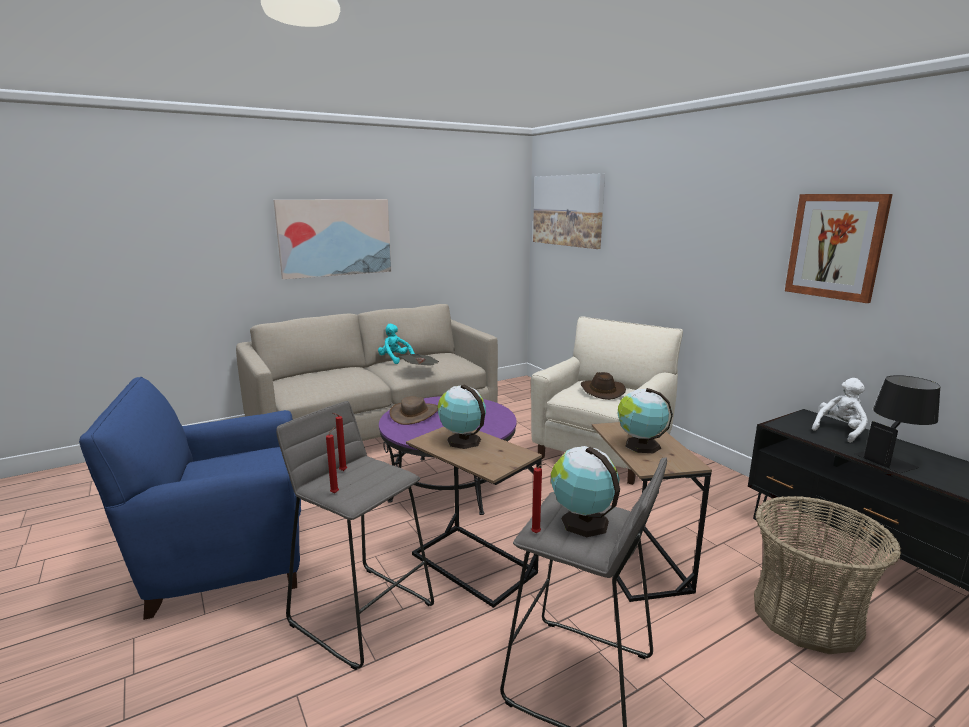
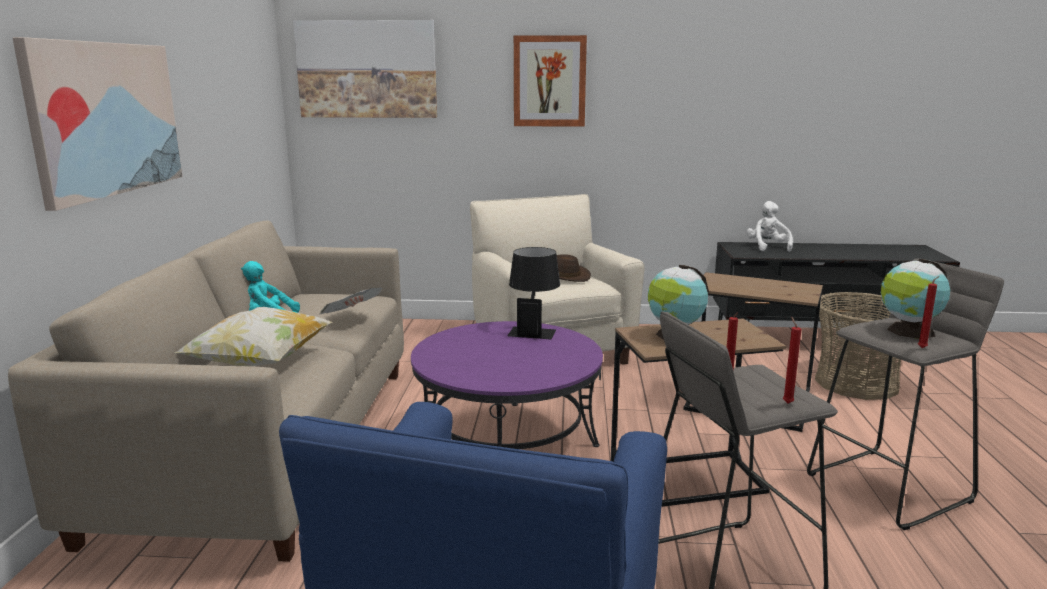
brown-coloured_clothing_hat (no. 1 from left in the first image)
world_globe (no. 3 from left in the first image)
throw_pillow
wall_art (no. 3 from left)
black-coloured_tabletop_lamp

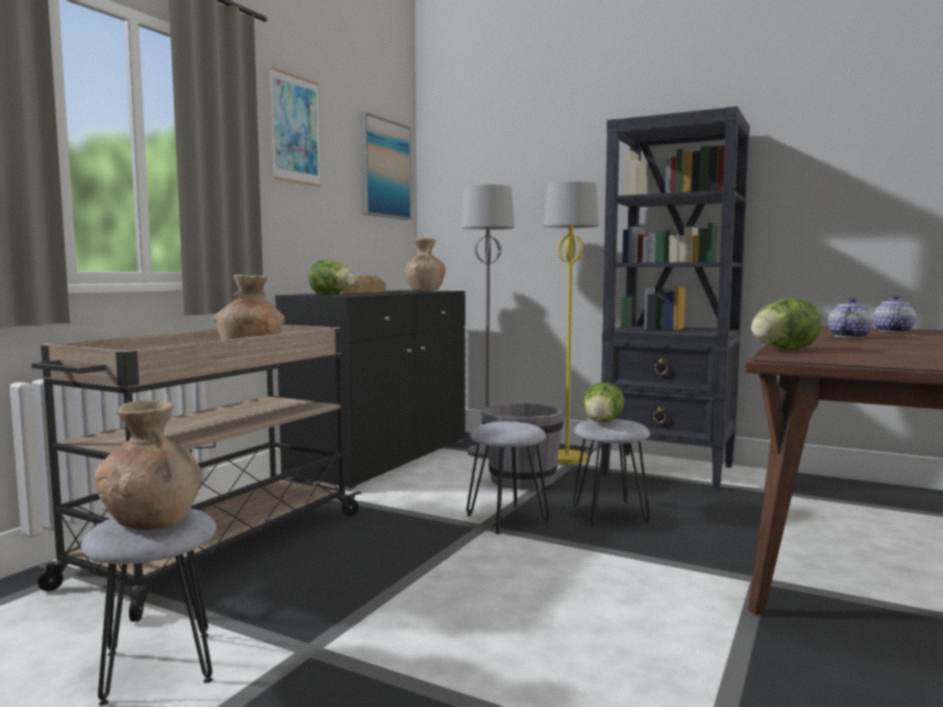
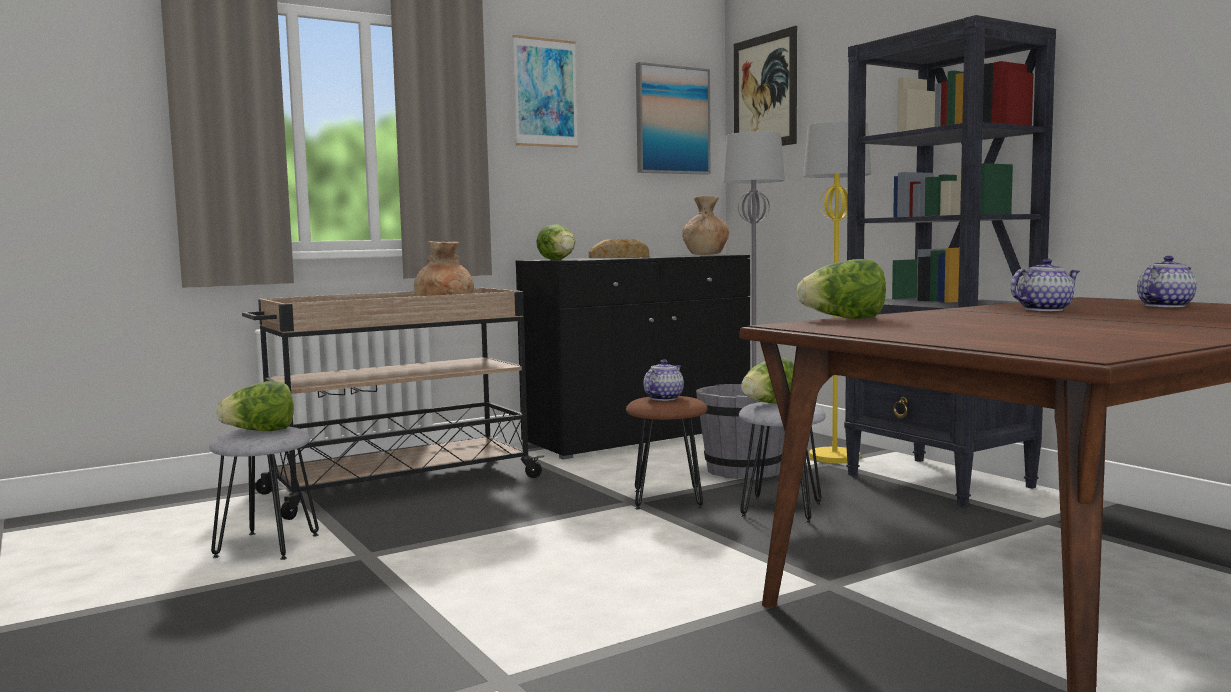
pot_for_tea (no. 1 from left)
wall_art (no. 3 from left)
lettuce_head (no. 1 from left)
brown-coloured_stool_seat

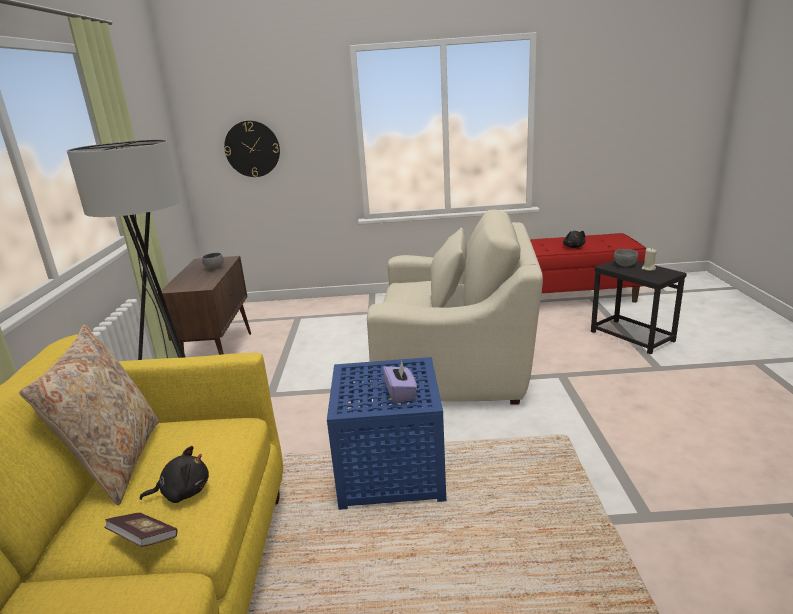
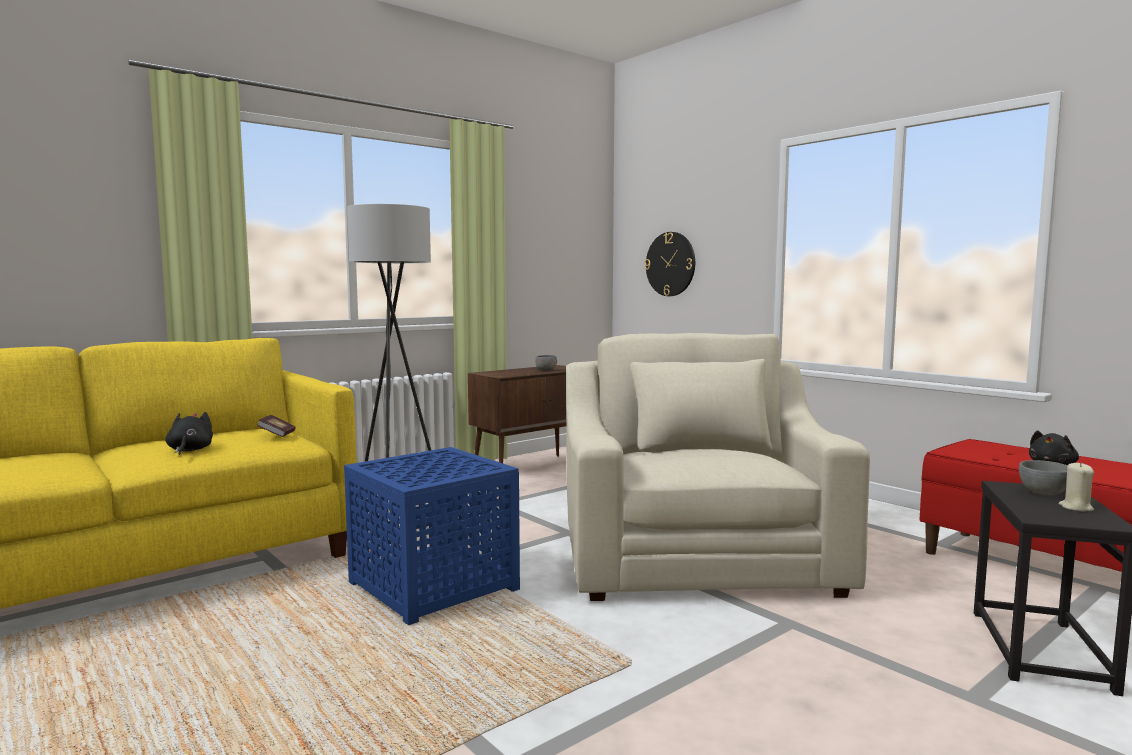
beige-coloured_throw_pillow
purple-coloured_tissue_holder
book
black-coloured_plush_toy (no. 1 from left)
beige-coloured_lounge_chair

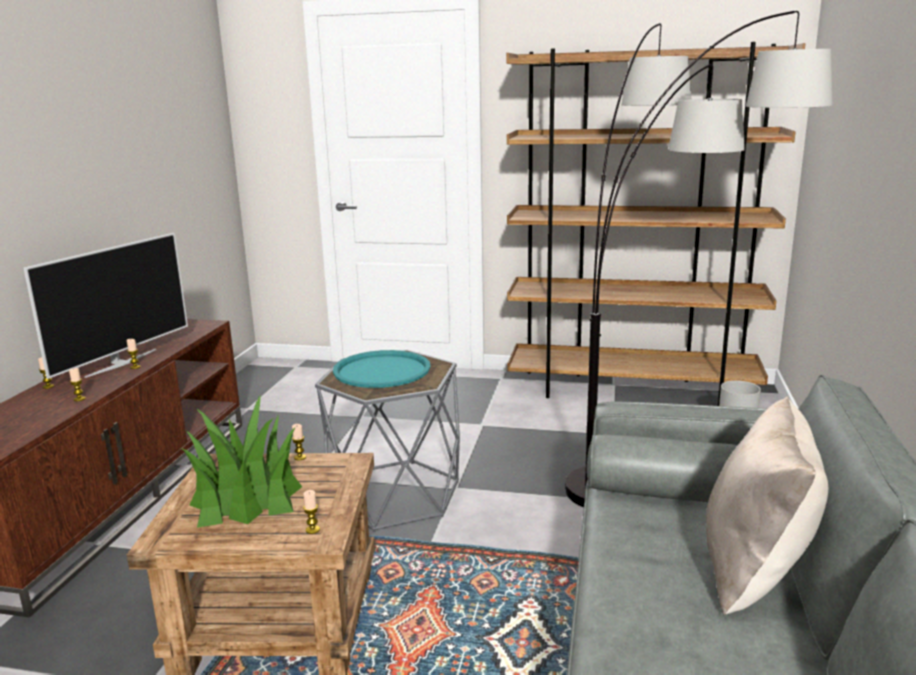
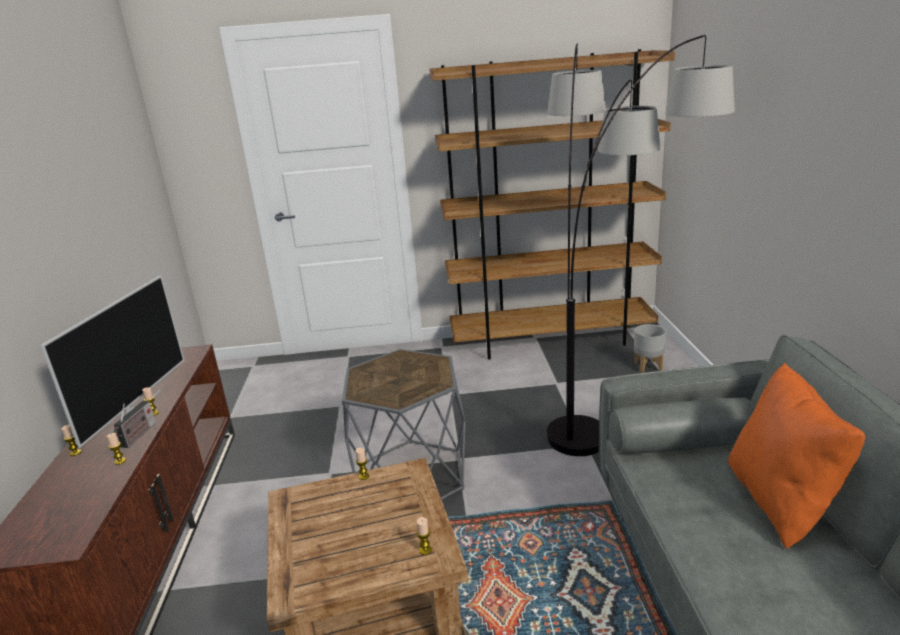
potted_plant
turquoise_tray
radio_receiver
orangey_throw_pillow

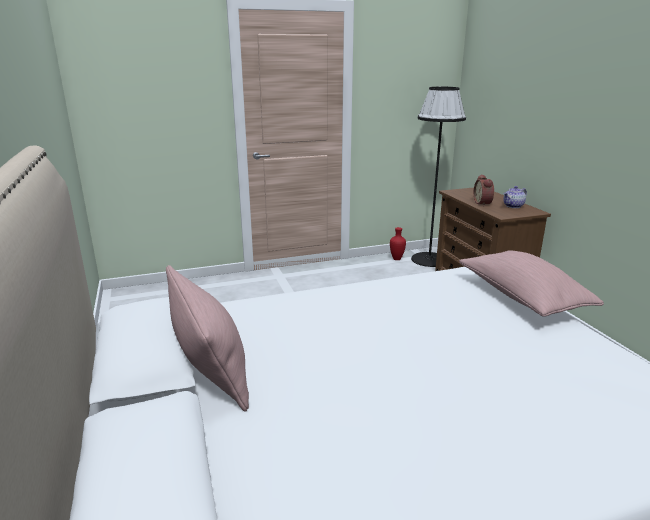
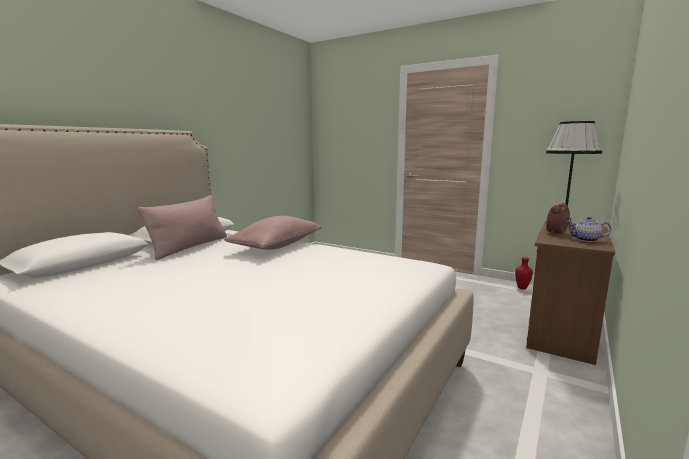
pinkish_throw_pillow (no. 2 from left)

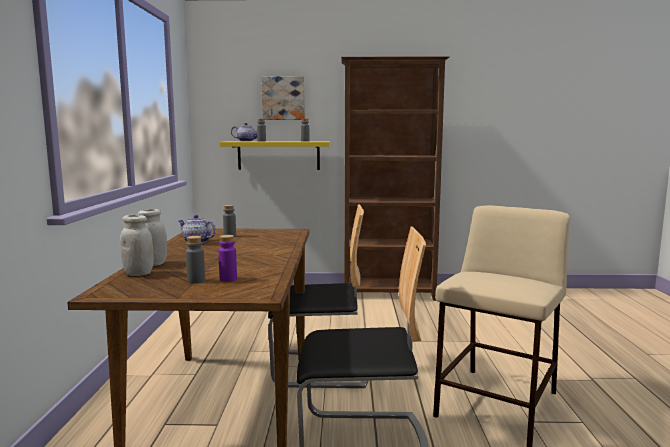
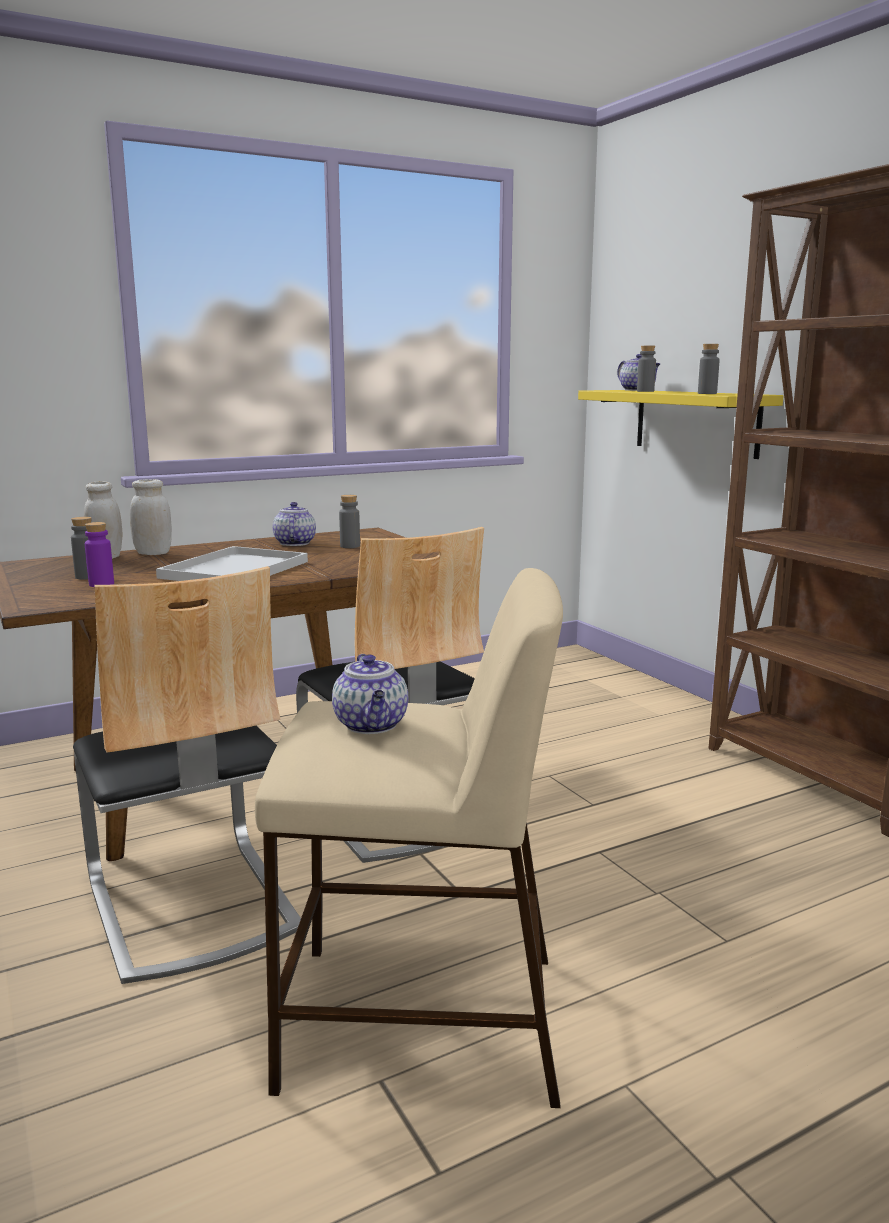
wall_art
white_tray
pot_for_tea (no. 2 from left)

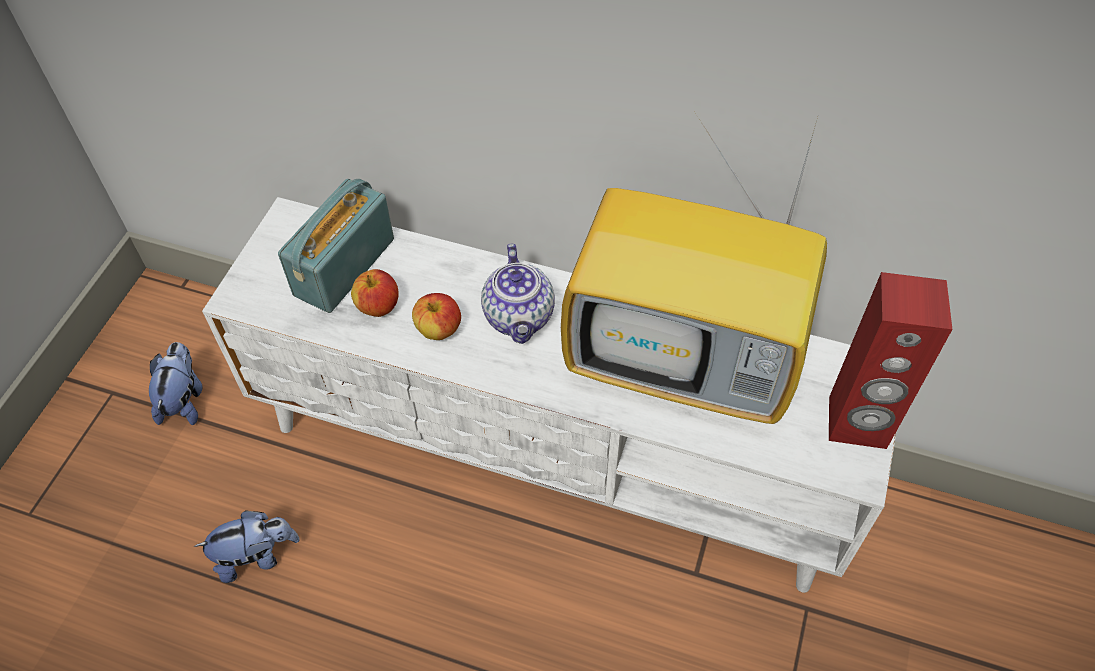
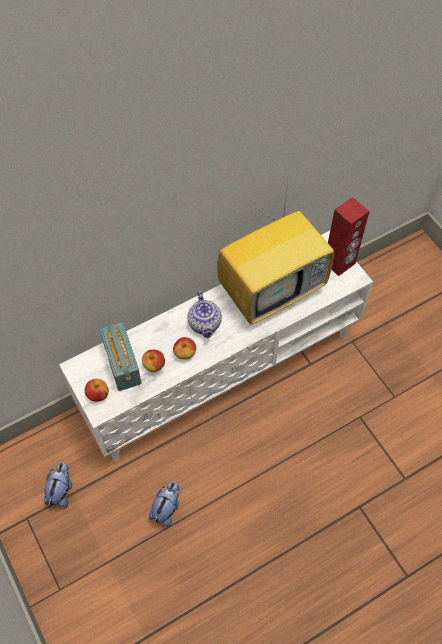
apple_fruit (no. 1 from left)
plush_toy (no. 1 from left)
pot_for_tea

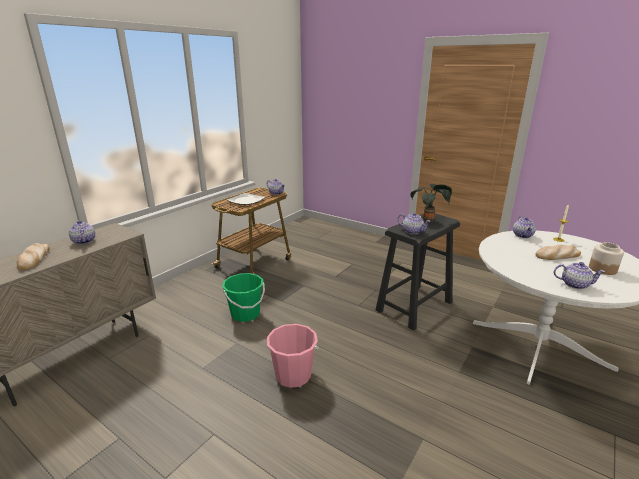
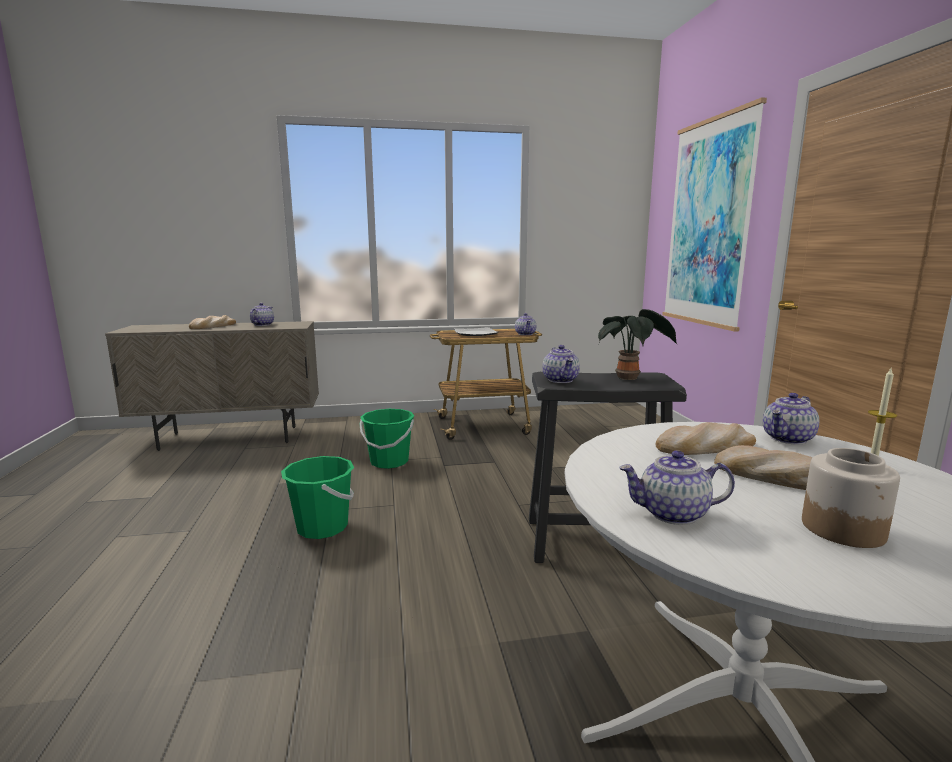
bakery_bread (no. 2 from left)
wall_art
green-coloured_bucket (no. 1 from left)
pot_for_tea (no. 4 from left)

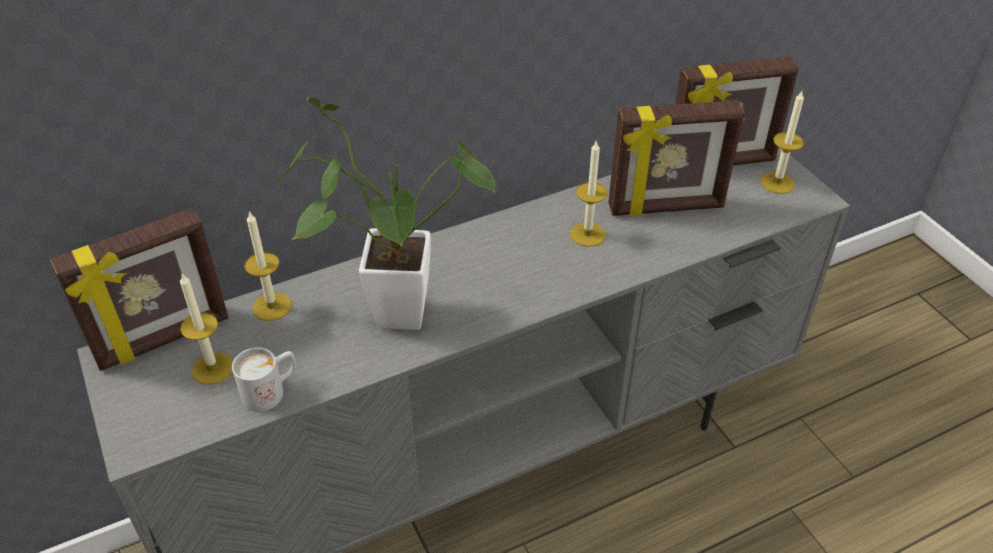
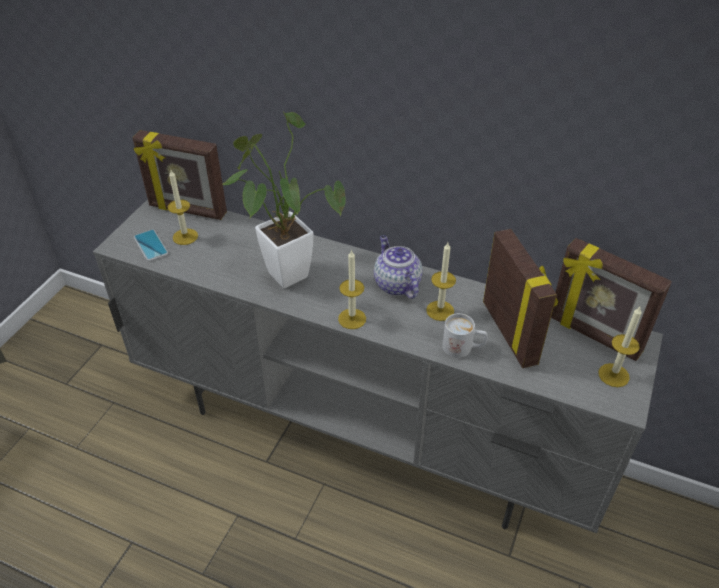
telephone
pot_for_tea
white_mug
candle (no. 2 from left)
picture_frame (no. 2 from left)

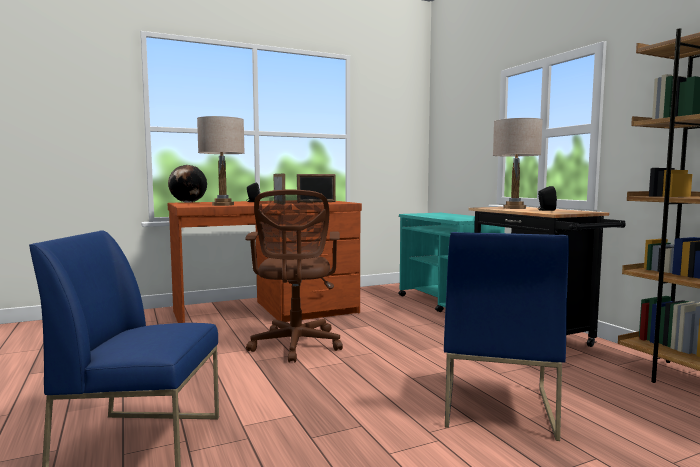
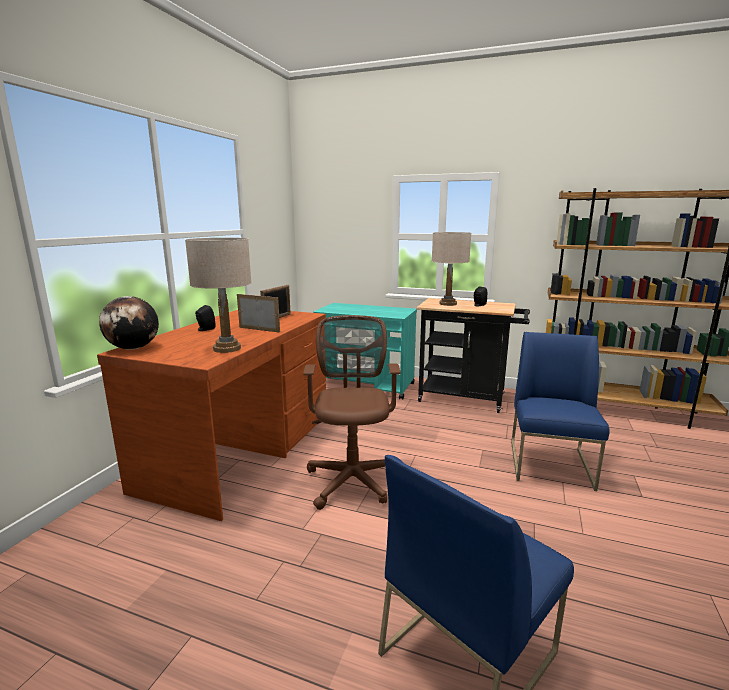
brown-coloured_office_chair
bluish_upright_chair (no. 2 from left)

